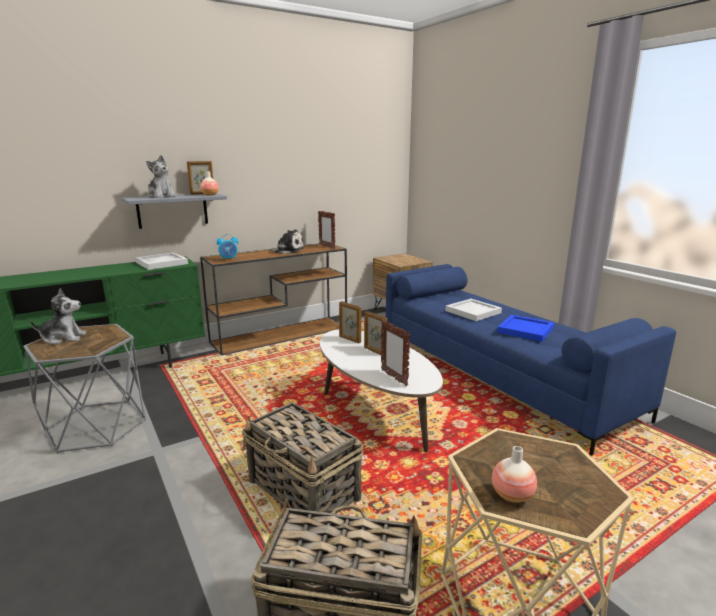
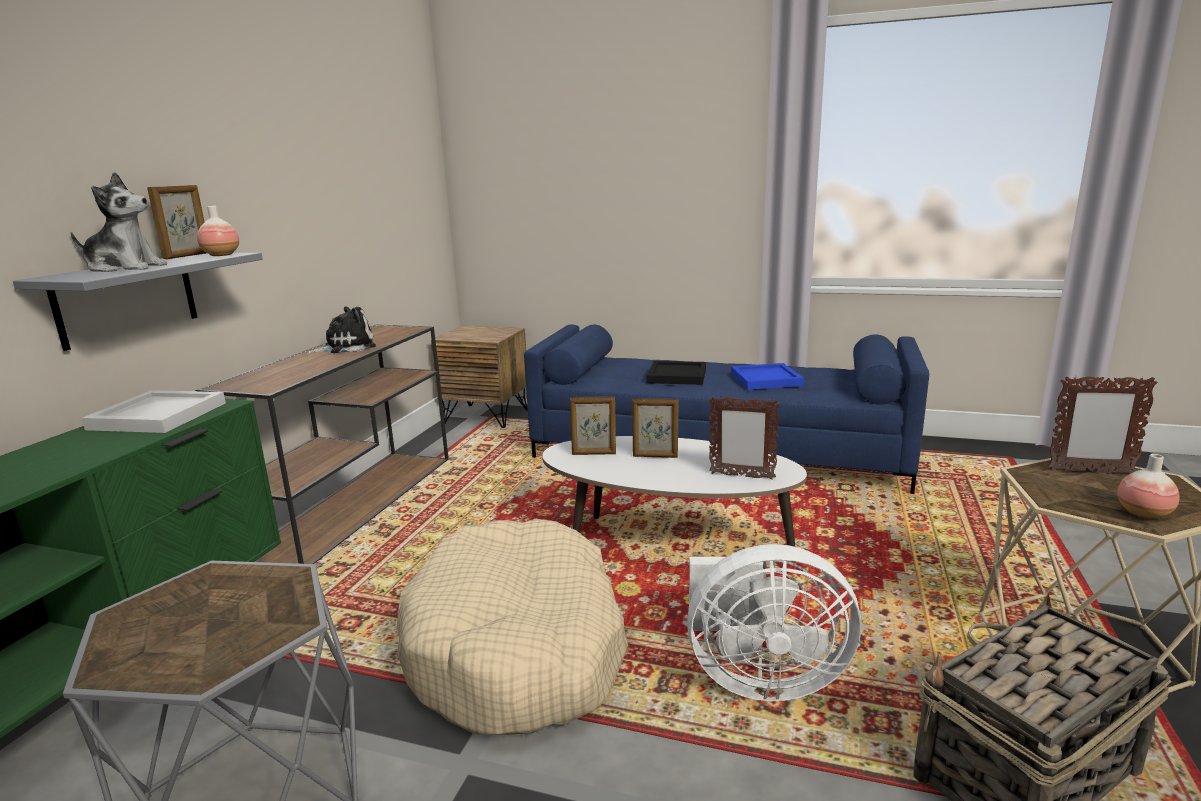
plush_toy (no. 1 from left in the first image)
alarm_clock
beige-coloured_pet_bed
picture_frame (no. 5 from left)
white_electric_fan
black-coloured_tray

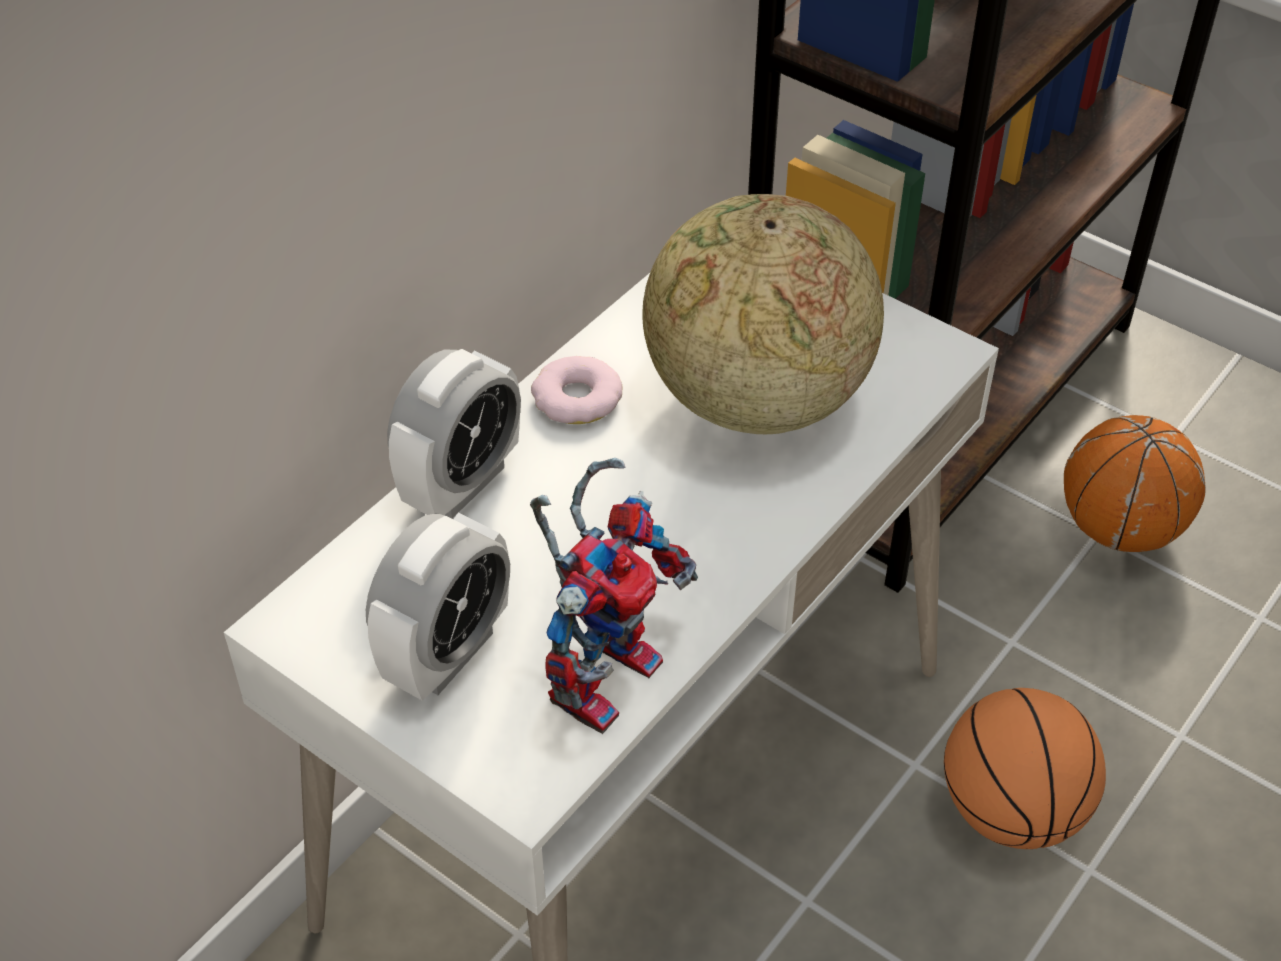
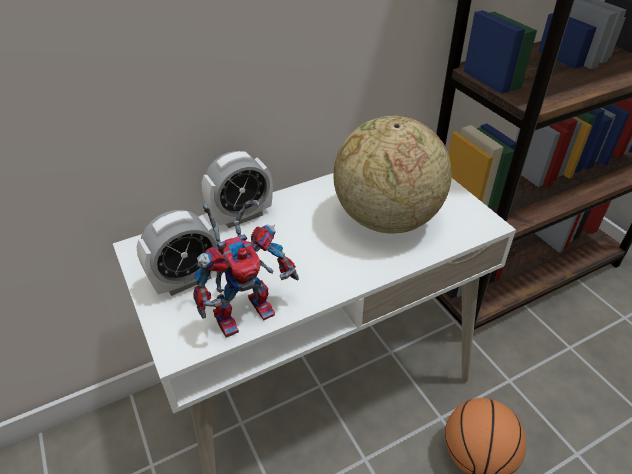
ring_doughnut
ball_for_basketball (no. 2 from left in the first image)

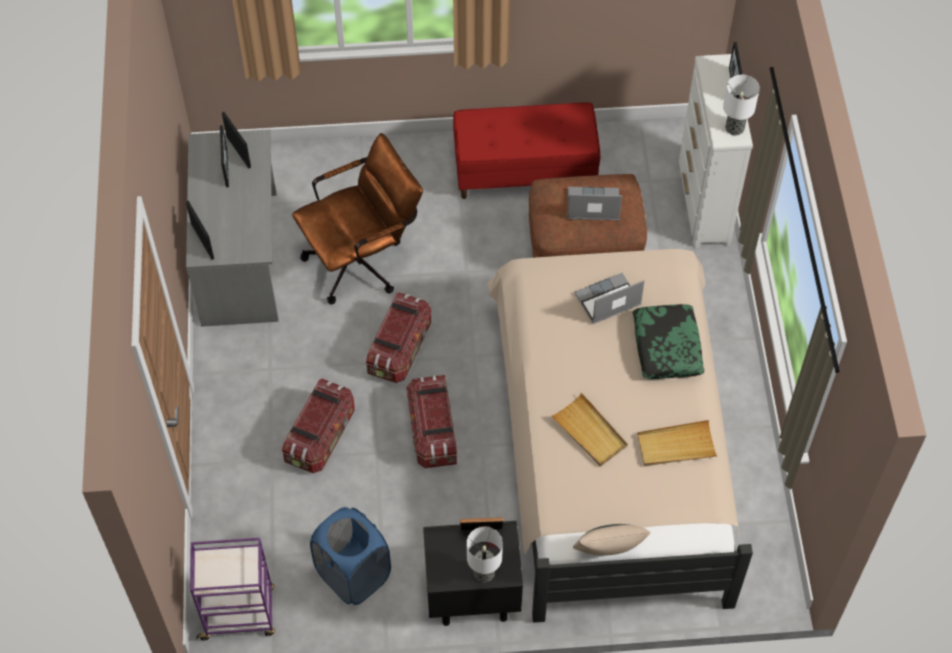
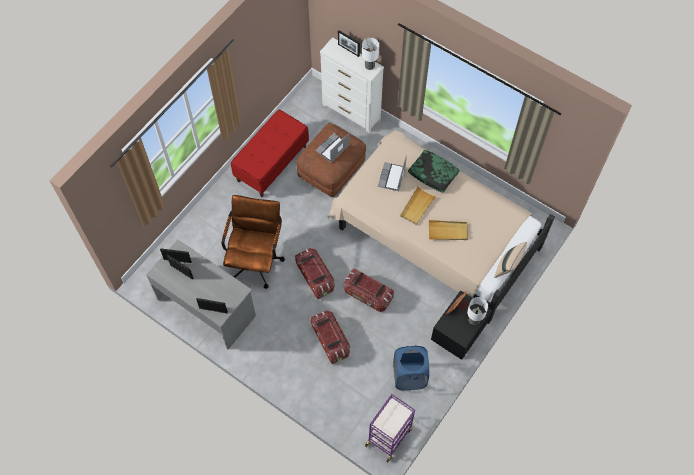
beige-coloured_tray (no. 1 from left)

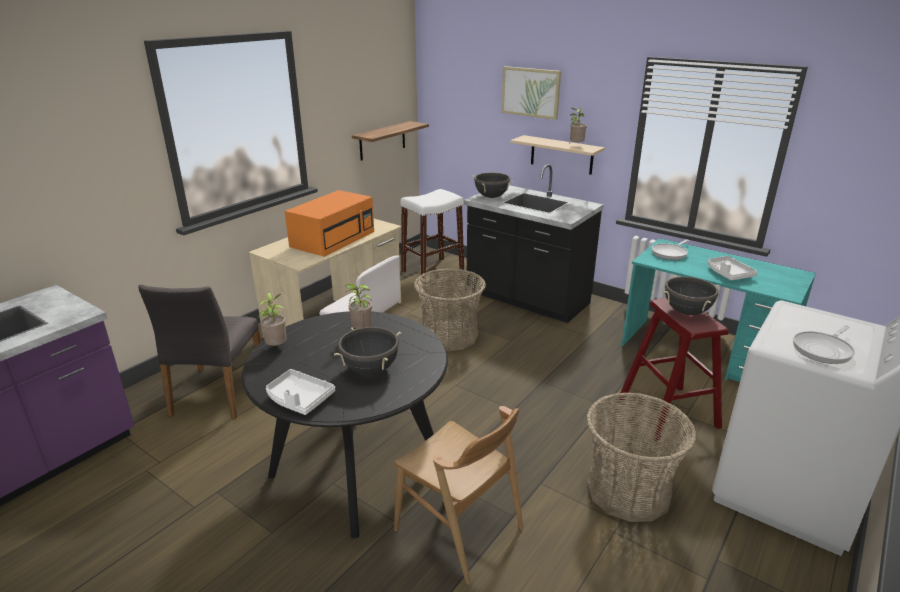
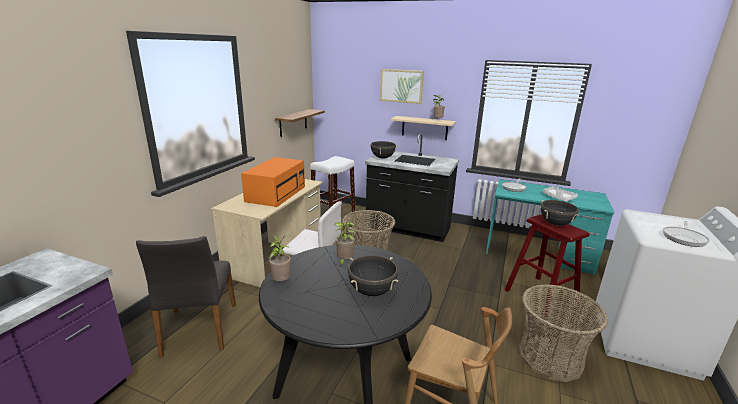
white_tray (no. 1 from left in the first image)

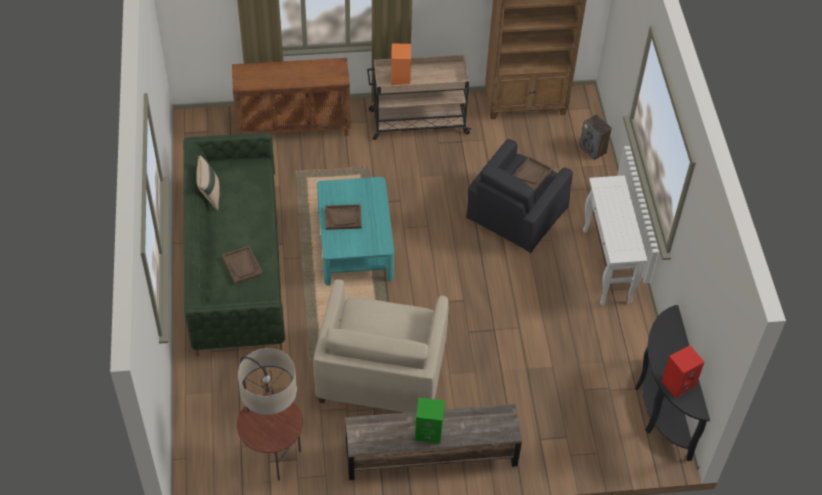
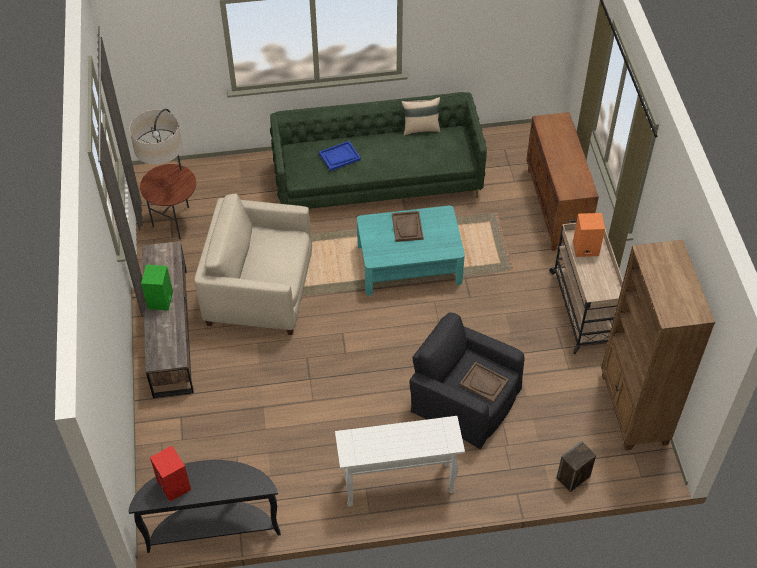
bluish_tray

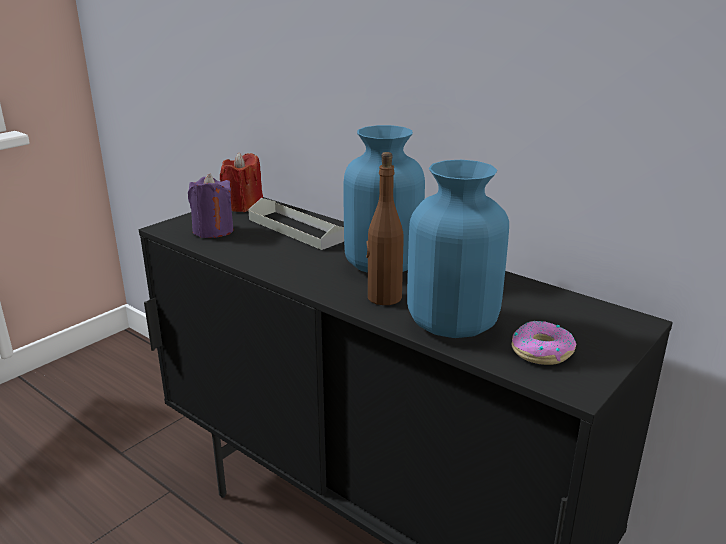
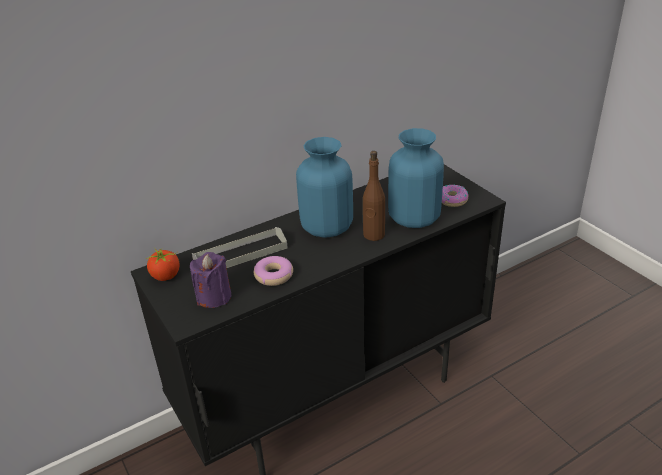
ring_doughnut (no. 1 from left)
fresh_tomato

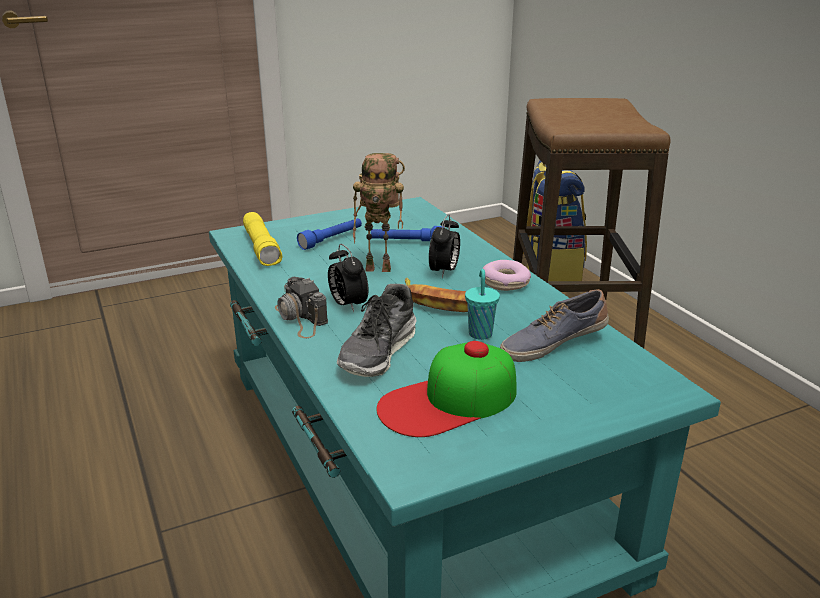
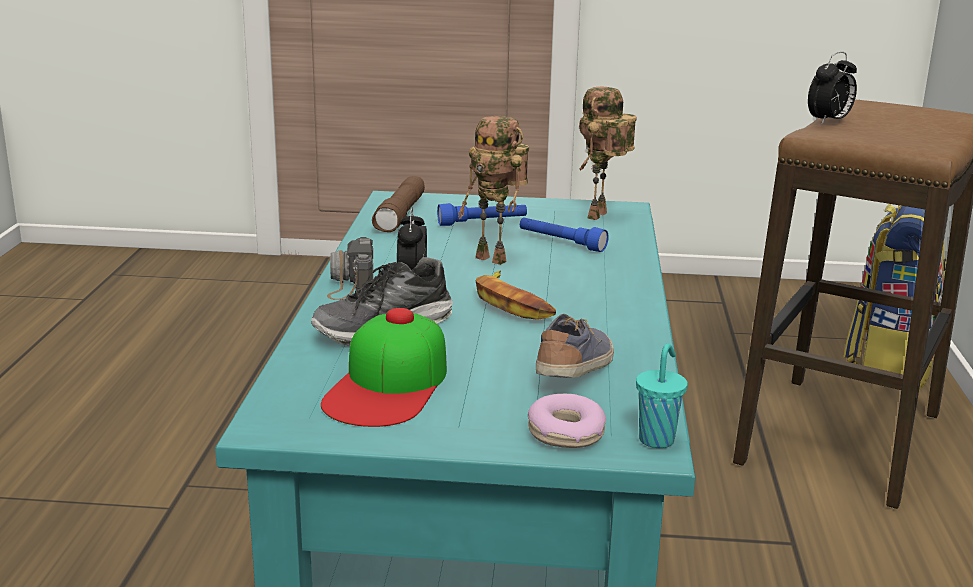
toy_robot (no. 2 from left)
alarm_clock (no. 2 from left)
turquoise_cup
ring_doughnut
brown-coloured_torch
peaked_cap
low_shoe (no. 2 from left)

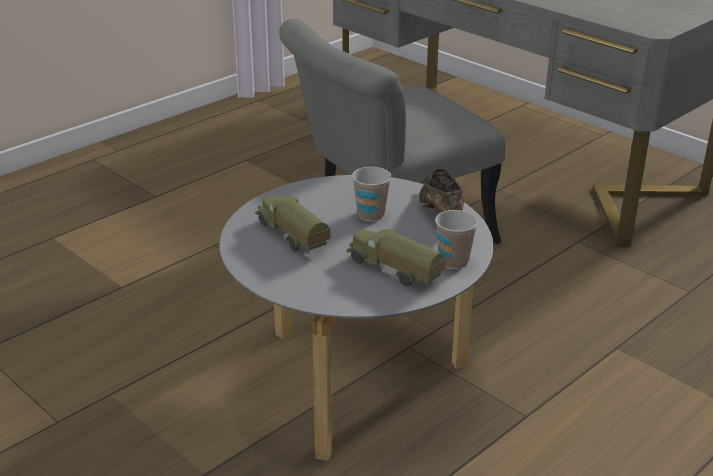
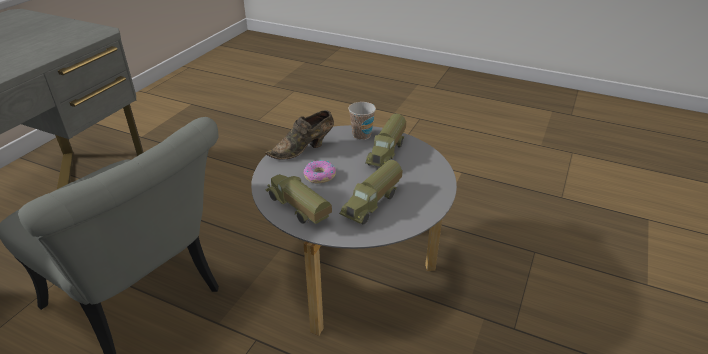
toy_lorry (no. 1 from left)
ring_doughnut

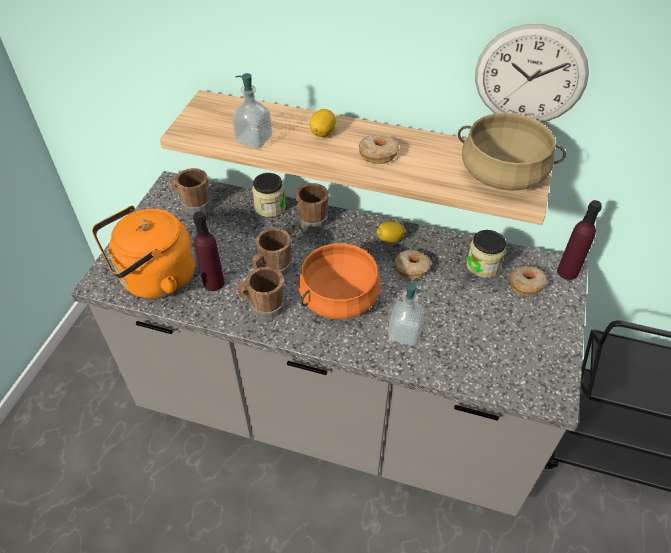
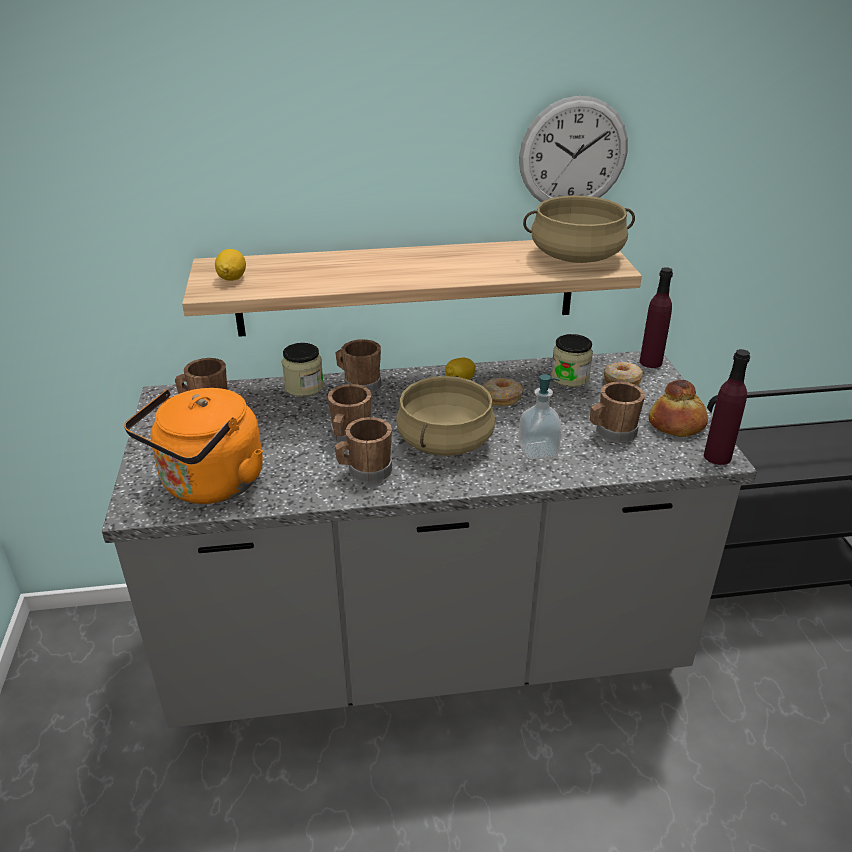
liquid_soap_bottle (no. 1 from left in the first image)
ring_doughnut (no. 1 from left in the first image)
brown-coloured_mug (no. 5 from left)
bakery_bread
purple-coloured_drink_bottle (no. 2 from left)
lemon (no. 1 from left)
beige-coloured_cooking_pot (no. 1 from left)

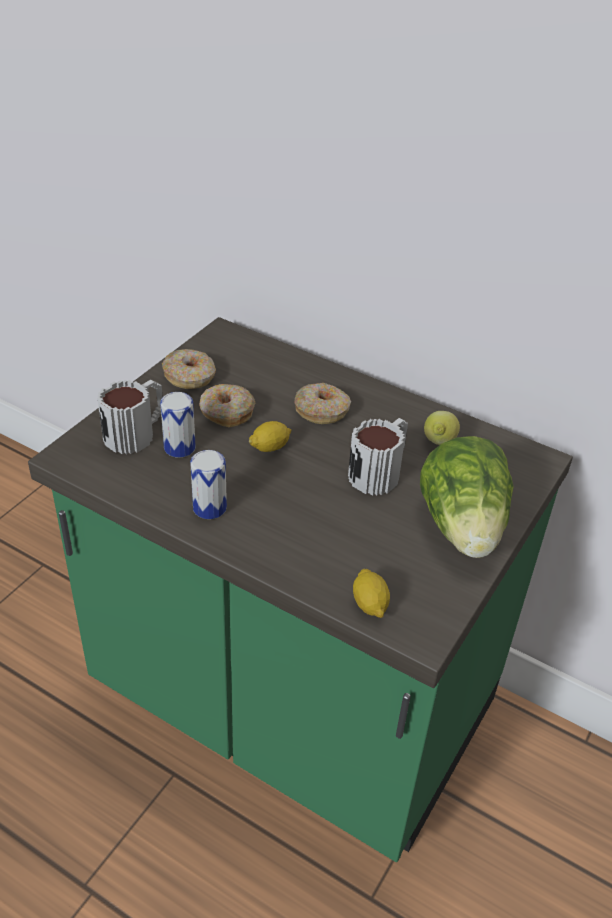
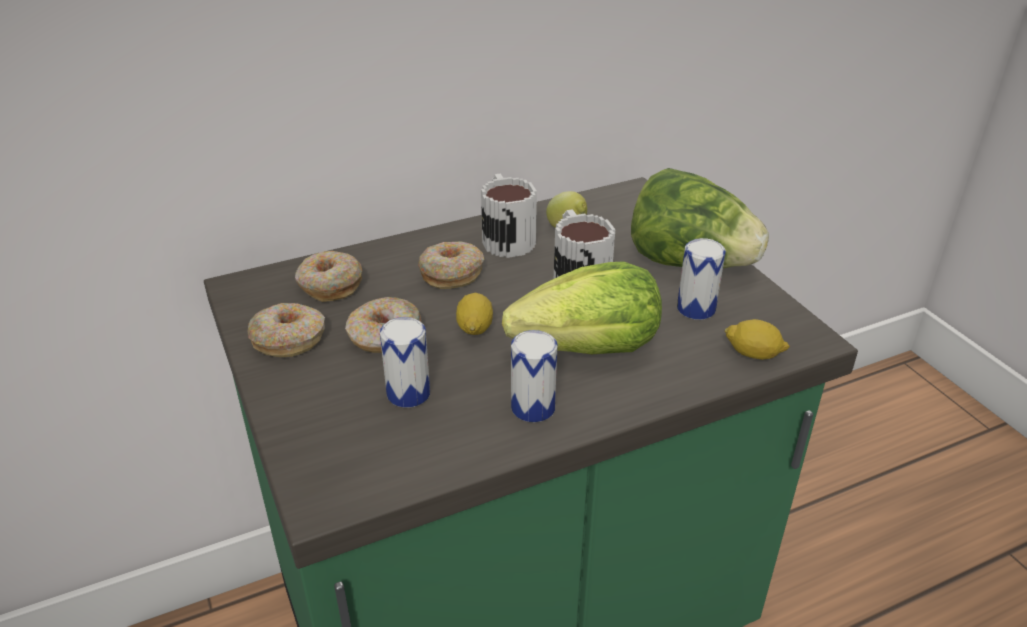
ring_doughnut (no. 2 from left)
lettuce_head (no. 1 from left)
sealed_can (no. 3 from left)
mug (no. 1 from left)

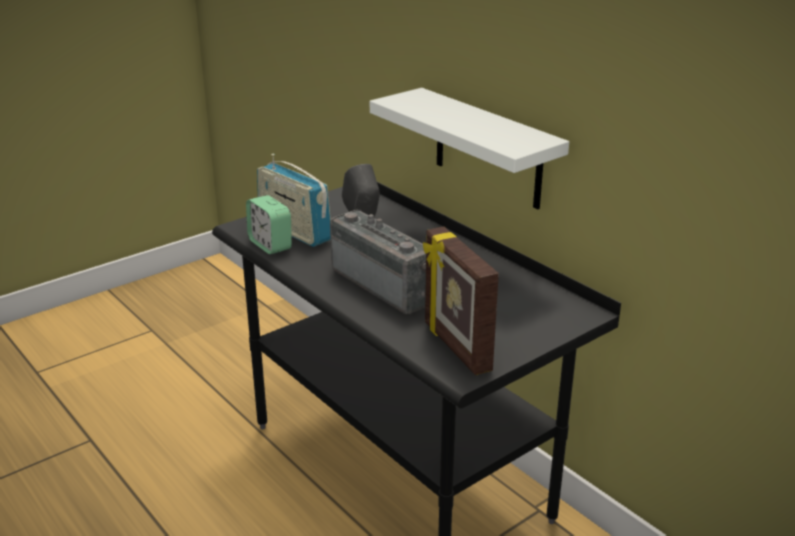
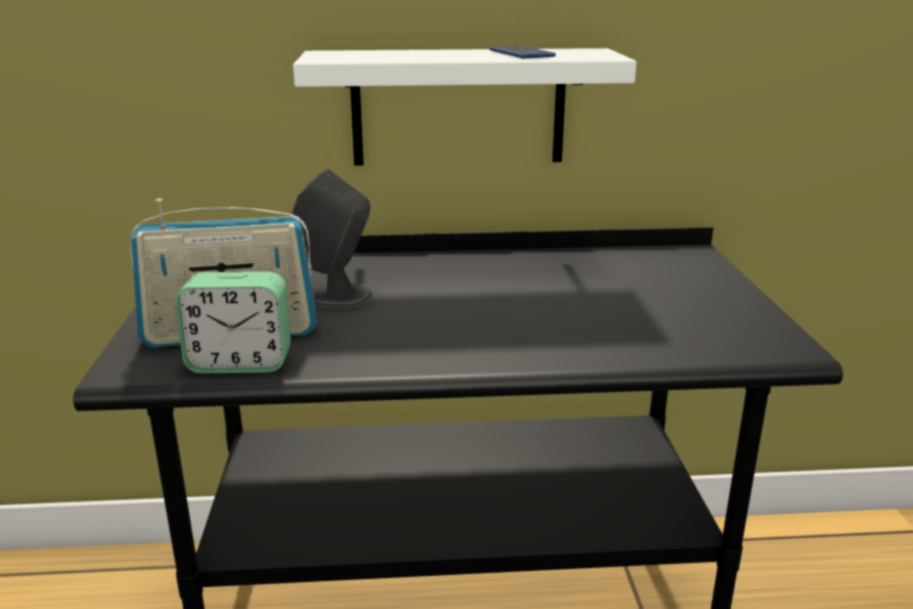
radio_receiver (no. 2 from left in the first image)
picture_frame
telephone

